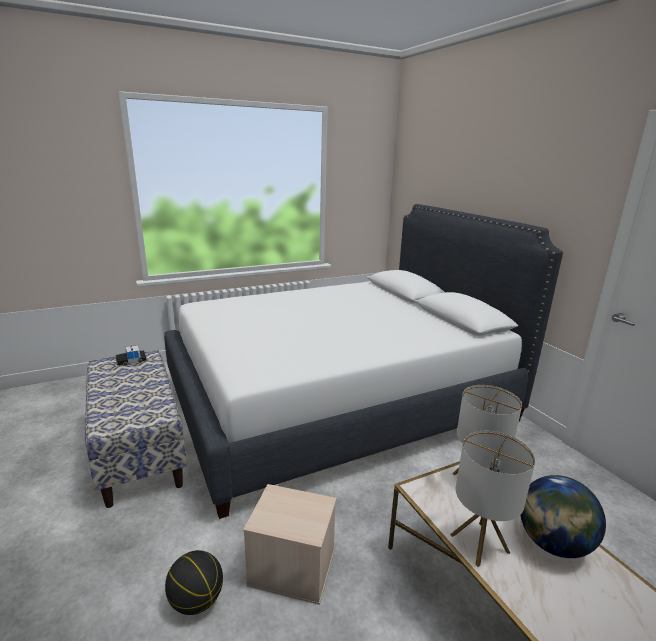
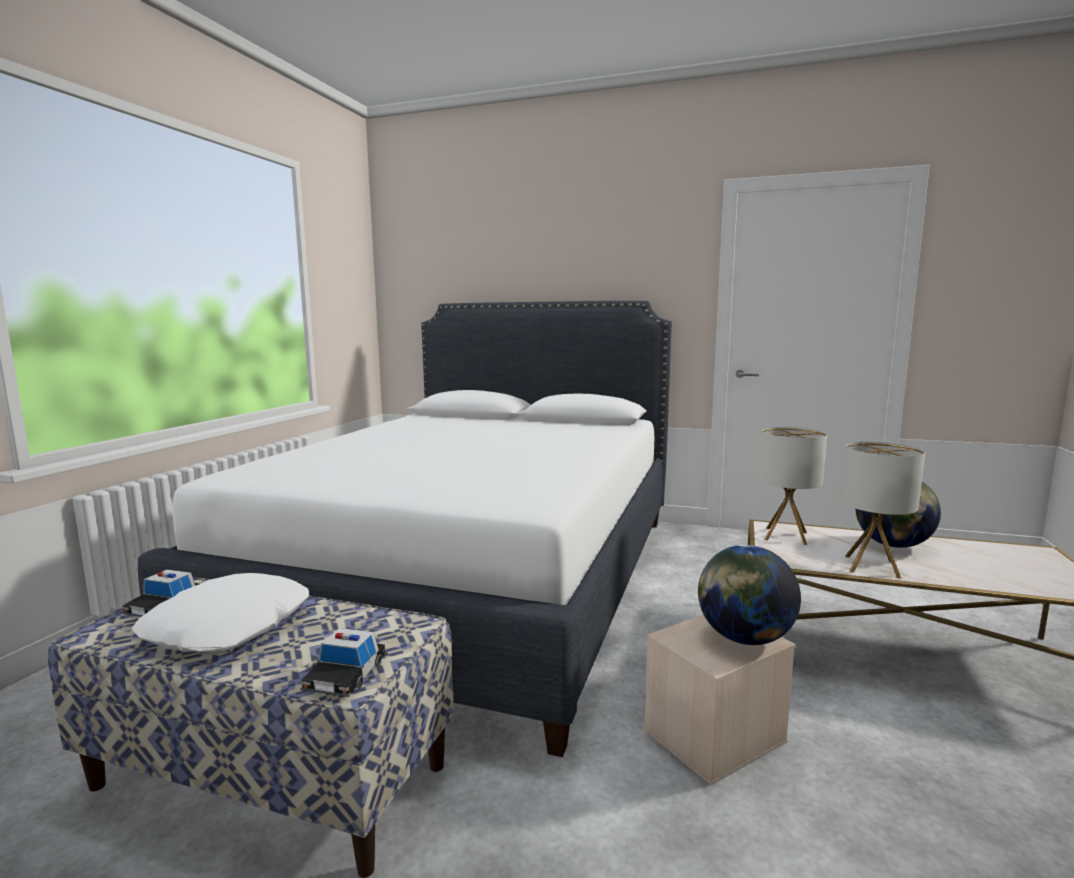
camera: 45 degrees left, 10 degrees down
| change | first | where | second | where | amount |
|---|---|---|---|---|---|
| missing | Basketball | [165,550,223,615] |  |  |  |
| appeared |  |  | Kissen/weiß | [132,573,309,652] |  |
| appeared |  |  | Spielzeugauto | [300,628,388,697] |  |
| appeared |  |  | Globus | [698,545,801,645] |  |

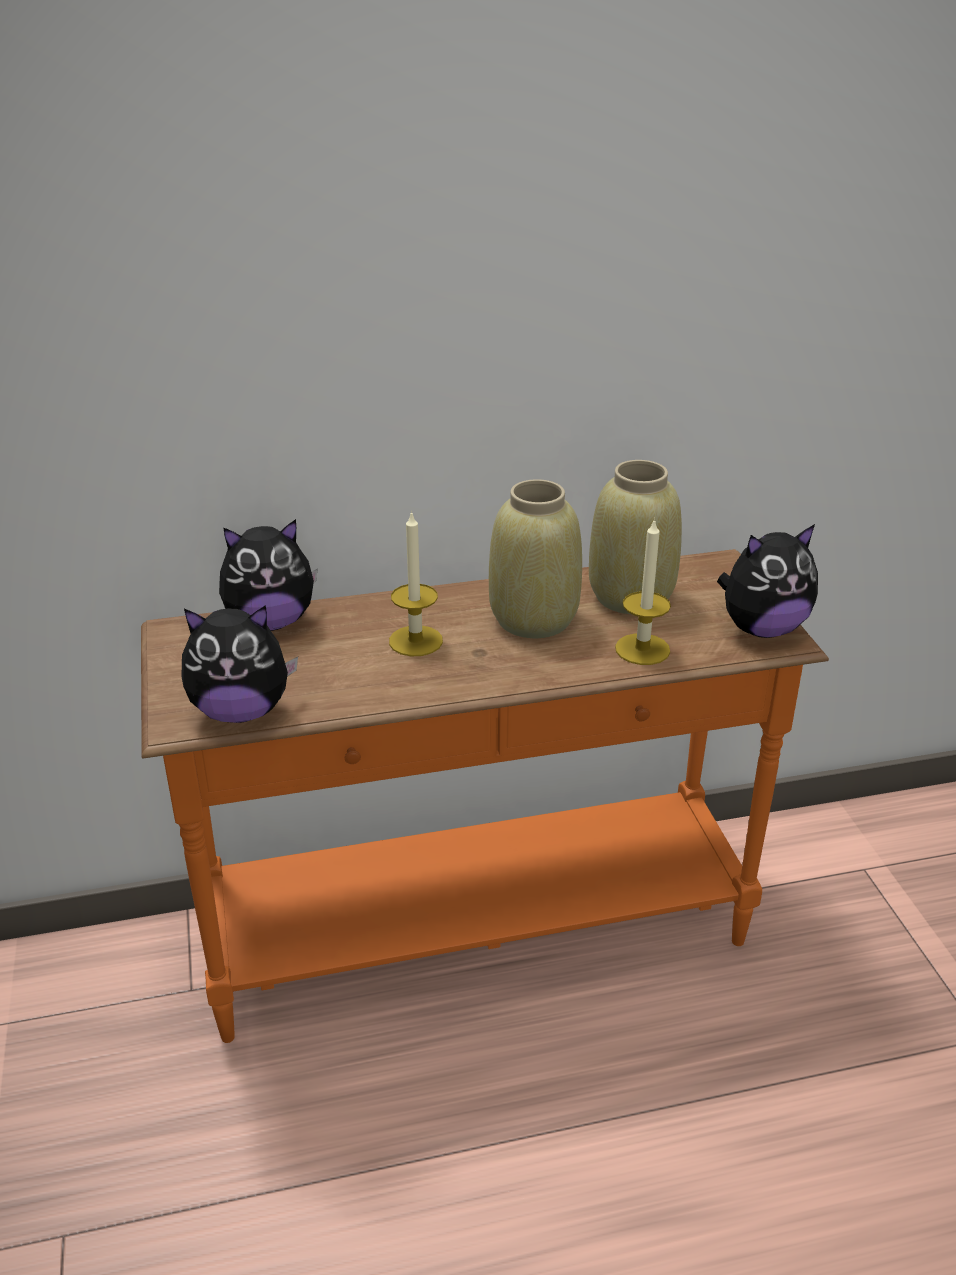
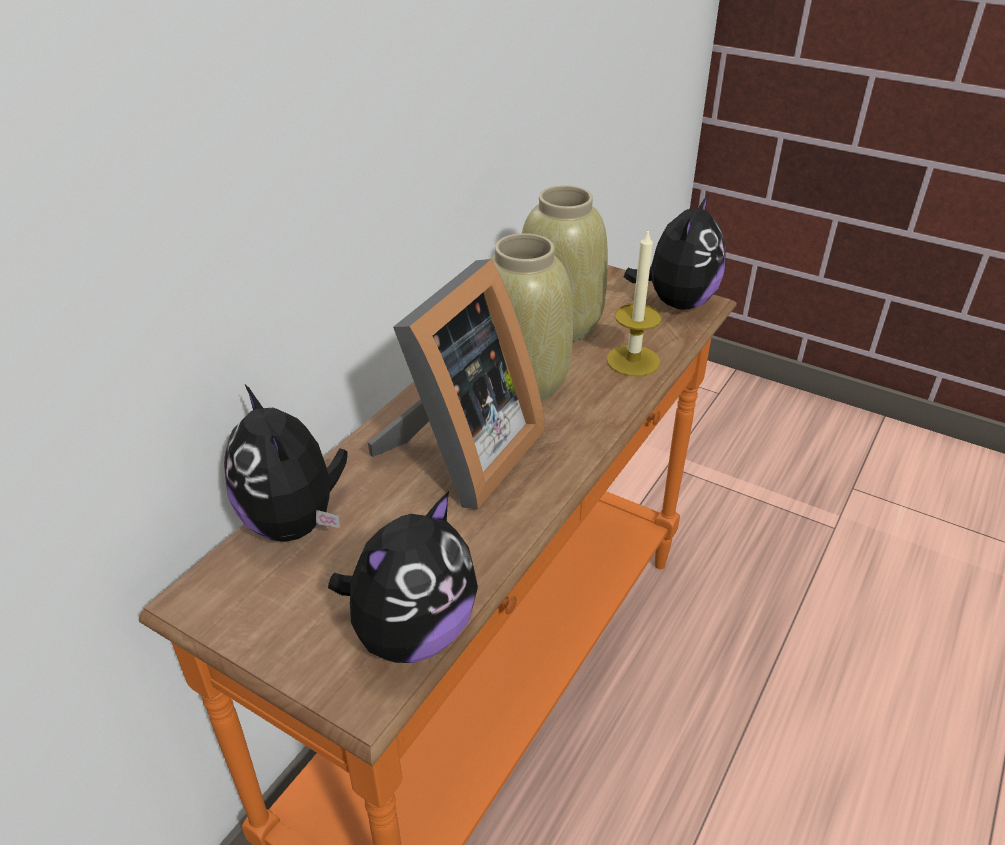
camera: 45 degrees left, 5 degrees up
| change | first | where | second | where | amount |
|---|---|---|---|---|---|
| exchanged | Kerze | [389,510,443,656] | Bilderrahmen | [368,259,545,509] |  |
| spun | Plüschtier | [219,519,318,631] |  | [224,385,348,542] | 120 degrees clockwise |

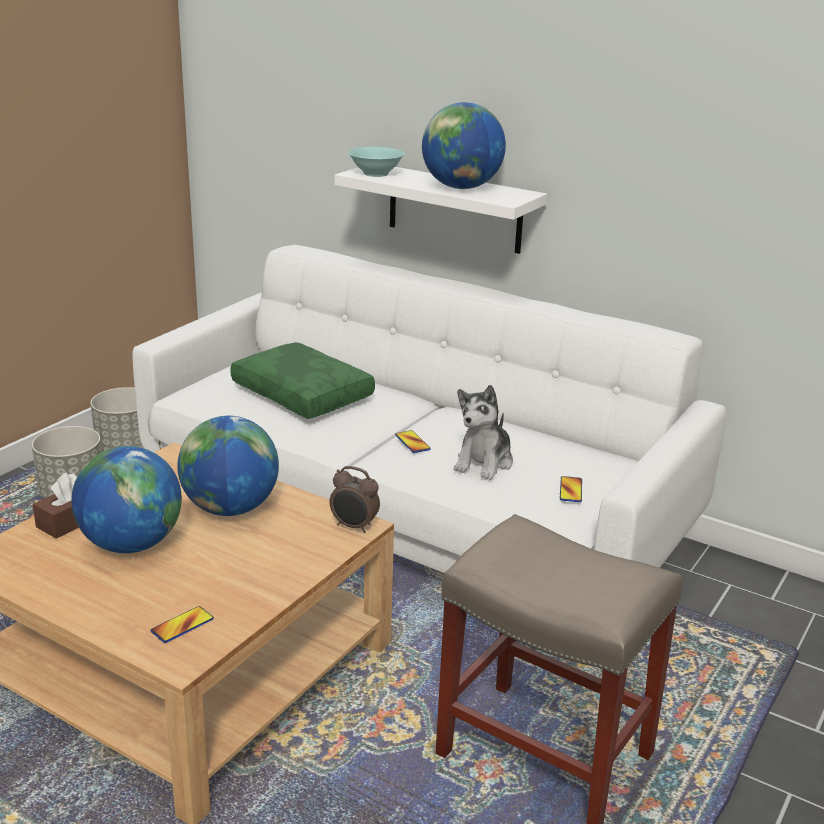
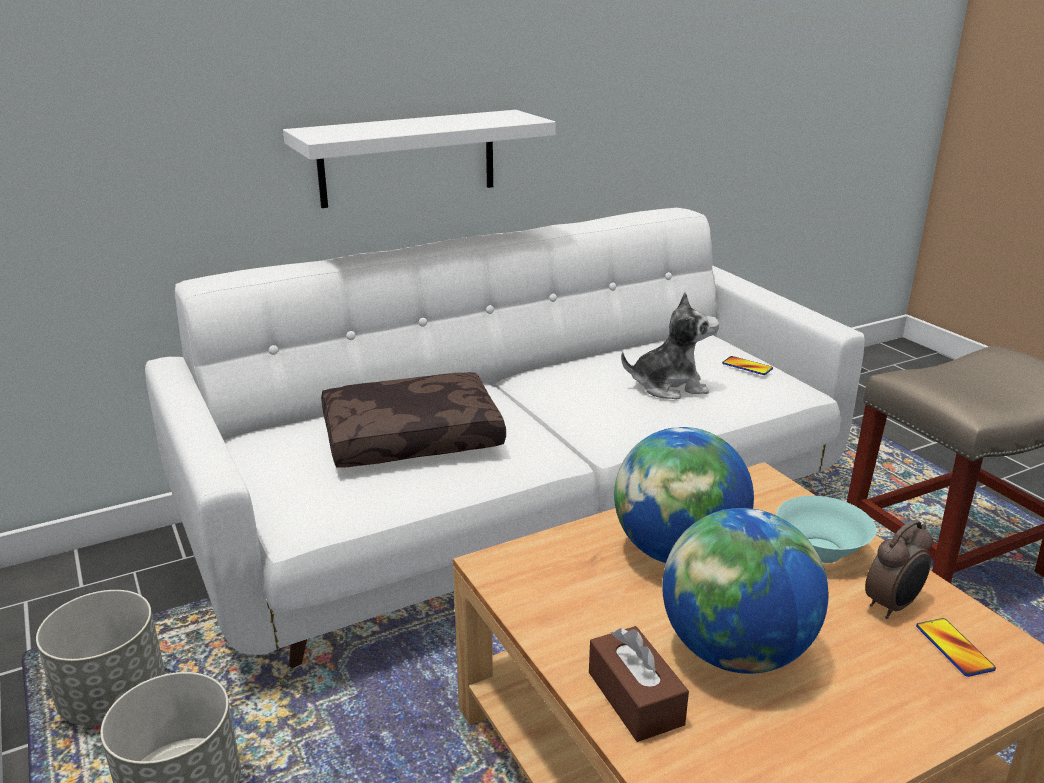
camera: 60 degrees left, 0 degrees up
| change | first | where | second | where | amount |
|---|---|---|---|---|---|
| missing | Handy | [395,430,431,453] |  |  |  |
| missing | Globus | [422,102,506,189] |  |  |  |
| relocated | Wecker | [329,466,380,533] |  | [865,520,933,619] |  |
| relocated | Schüssel/türkis | [348,147,405,177] |  | [776,496,876,563] |  |
| colour | Kissen/grün | [230,342,375,419] | Kissen/braun | [321,372,506,468] |  |
| spun | Plüschtier | [454,385,513,480] |  | [621,292,719,399] | 60 degrees counterclockwise |

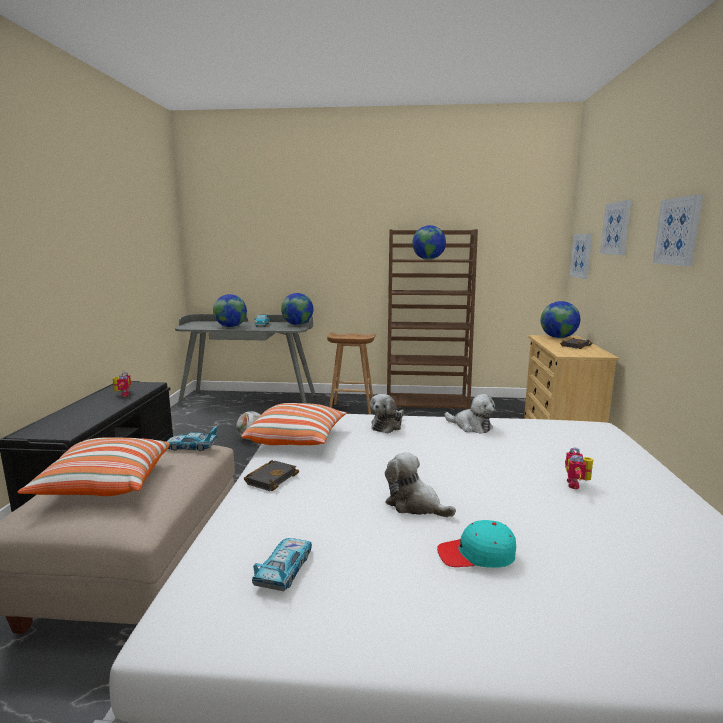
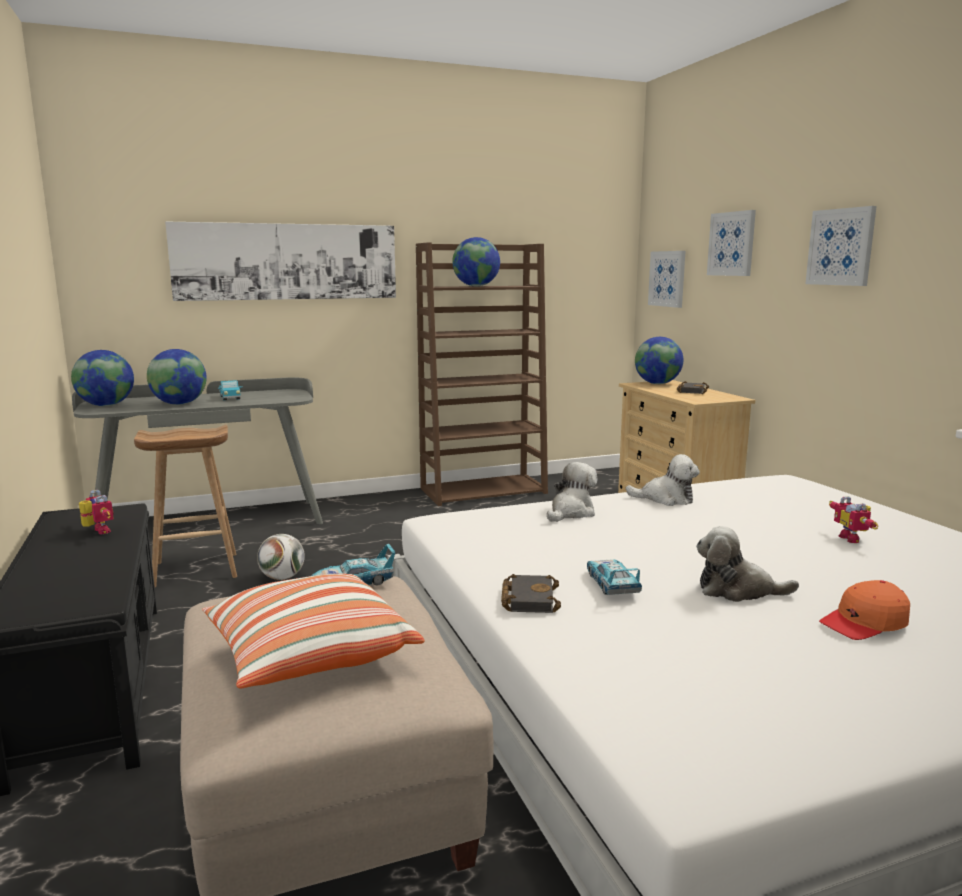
camera: 25 degrees left, 0 degrees up
| change | first | where | second | where | amount |
|---|---|---|---|---|---|
| missing | Kissen | [241,403,347,445] |  |  |  |
| appeared |  |  | Bild | [165,221,396,301] |  |
| relocated | Spielzeugauto | [252,538,312,591] |  | [587,560,642,595] |  |
| relocated | Globus | [281,293,313,325] |  | [71,350,134,406] |  |
| relocated | Hocker/braun | [327,332,376,415] |  | [134,425,237,587] |  |
| colour | Kappe/türkis | [437,520,516,568] | Kappe/orange | [819,580,910,640] |  |
| spun | Plüschtier | [370,394,404,434] |  | [547,462,597,522] | 150 degrees counterclockwise |

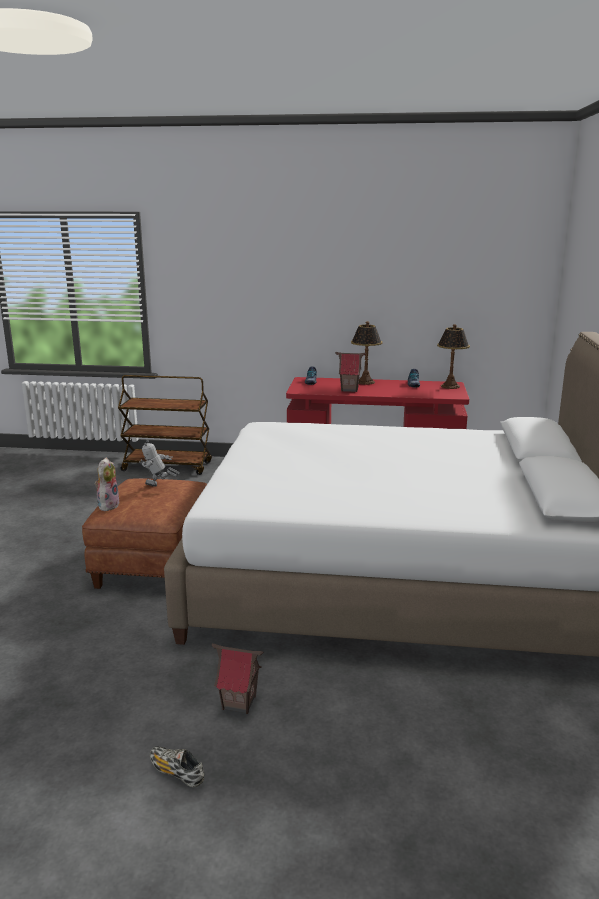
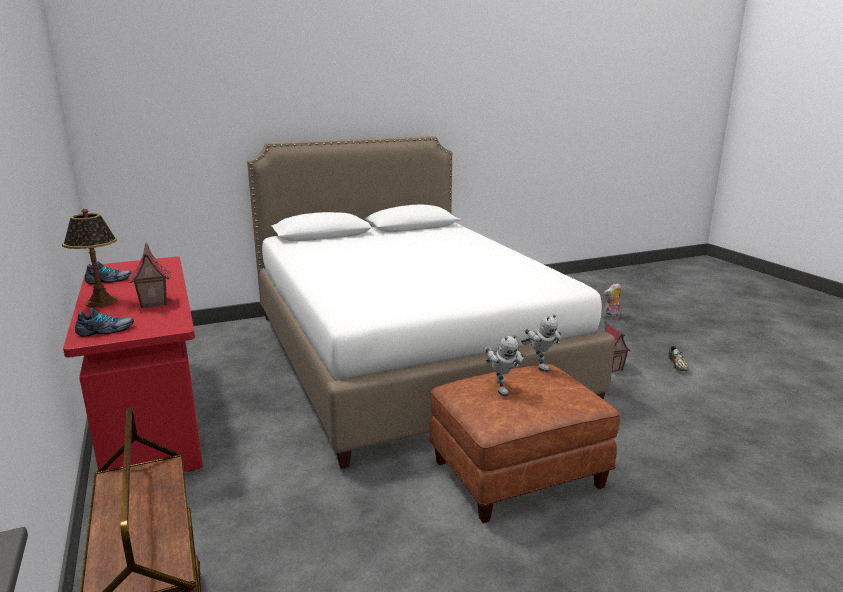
camera: 120 degrees left, 0 degrees up
| change | first | where | second | where | amount |
|---|---|---|---|---|---|
| missing | Tischlampe | [437,324,470,389] |  |  |  |
| appeared |  |  | Spielzeugroboter | [521,314,561,372] |  |
| relocated | Plüschtier | [95,458,119,511] |  | [603,283,622,320] |  |

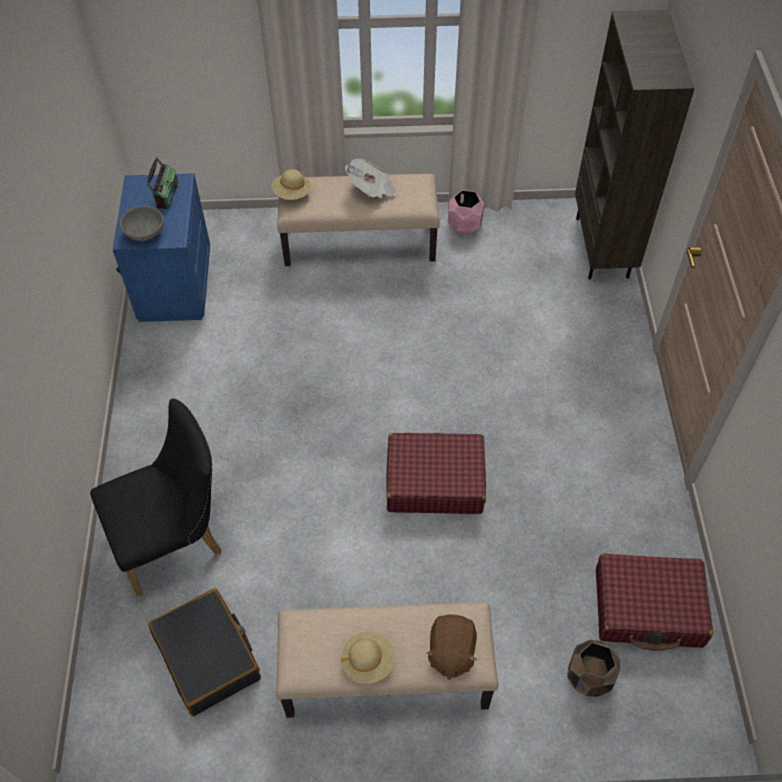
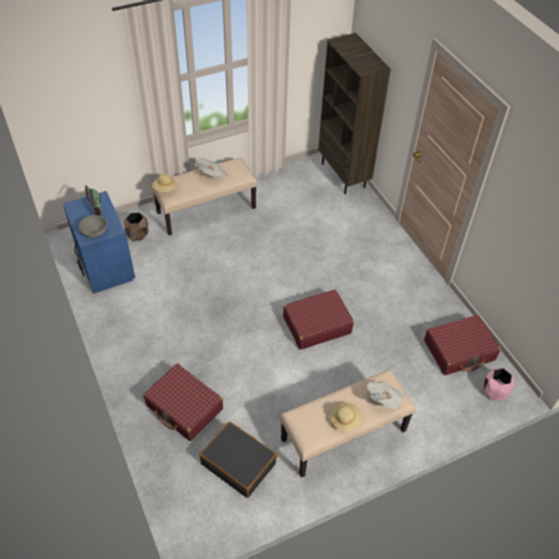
camera: 25 degrees left, 5 degrees down
| change | first | where | second | where | amount |
|---|---|---|---|---|---|
| relocated | Pflanzkübel/rosa | [448,190,484,235] |  | [483,368,515,400] |  |
| relocated | Pflanzkübel/braun | [567,640,620,697] |  | [124,213,149,241] |  |
| exchanged | Stuhl/schwarz | [90,398,221,597] | Koffer/rot | [143,363,223,441] |  |
| exchanged | Plüschtier/braun | [426,614,477,680] | Zeitung | [367,381,405,409] |  |

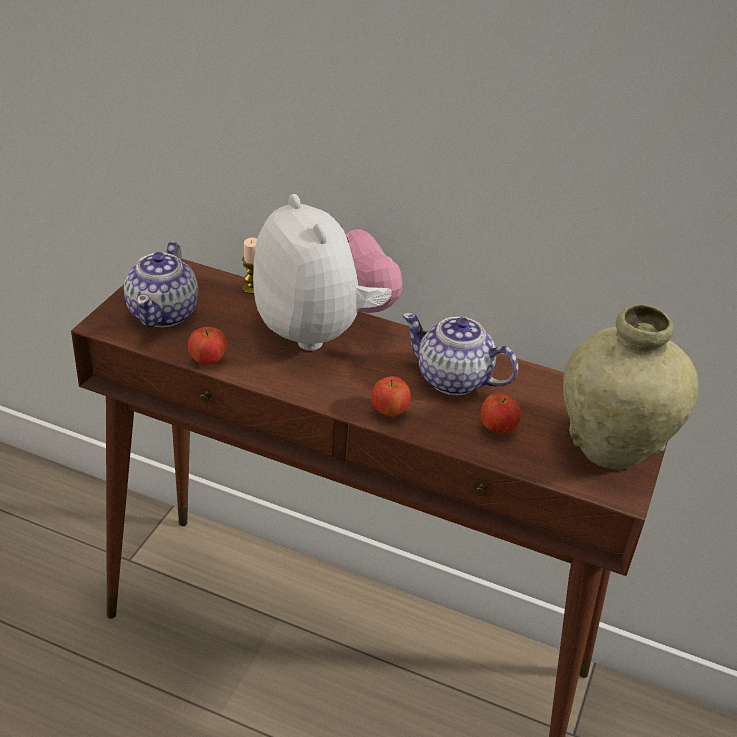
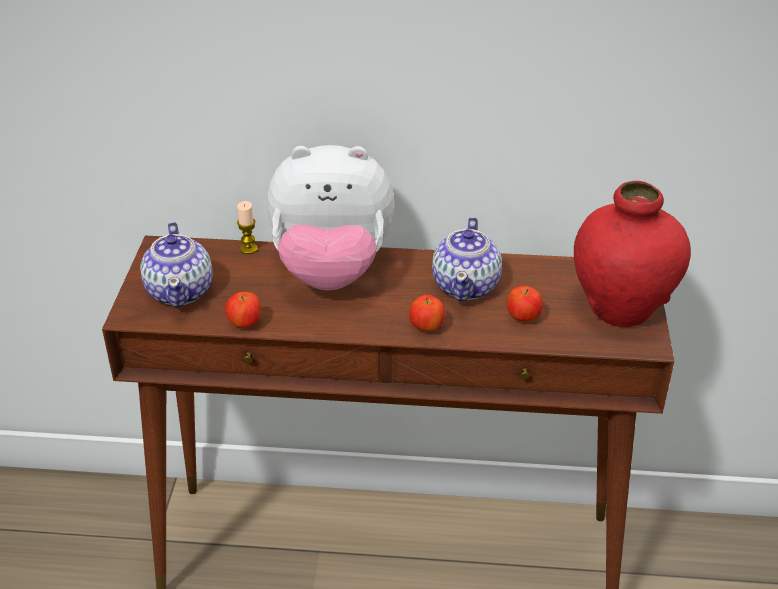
camera: 15 degrees left, 0 degrees up
| change | first | where | second | where | amount |
|---|---|---|---|---|---|
| colour | Vase/beige | [563,305,698,470] | Vase/rot | [574,181,691,327] |  |
| spun | Plüschtier | [253,194,402,351] |  | [267,145,395,291] | 135 degrees clockwise |
| spun | Teekanne | [402,313,519,395] |  | [432,217,502,301] | 90 degrees counterclockwise |

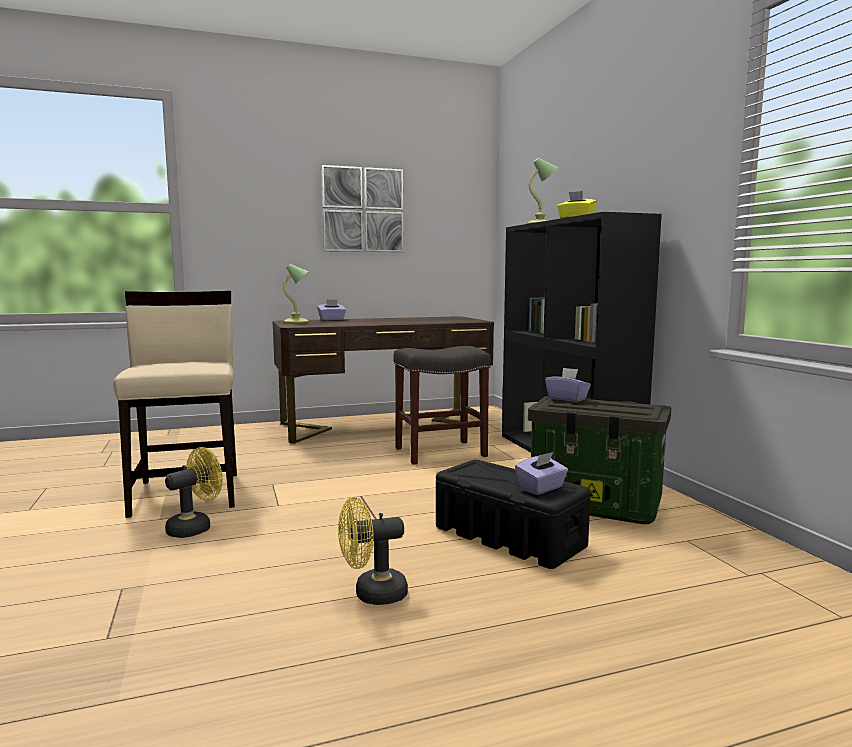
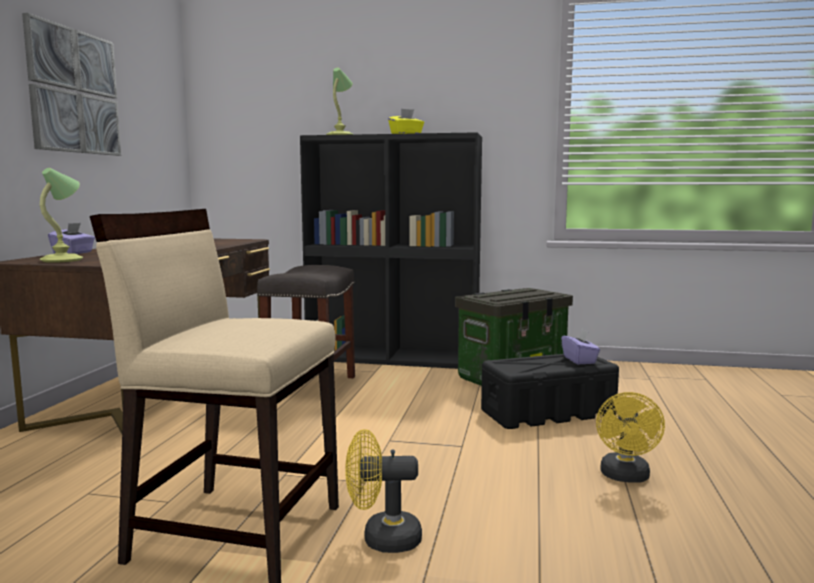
camera: 60 degrees left, 0 degrees up
| change | first | where | second | where | amount |
|---|---|---|---|---|---|
| missing | Taschentuchbox/lila | [545,368,591,402] |  |  |  |
| spun | Ventilator/gelb | [165,447,223,538] |  | [345,429,422,553] | 75 degrees counterclockwise |

